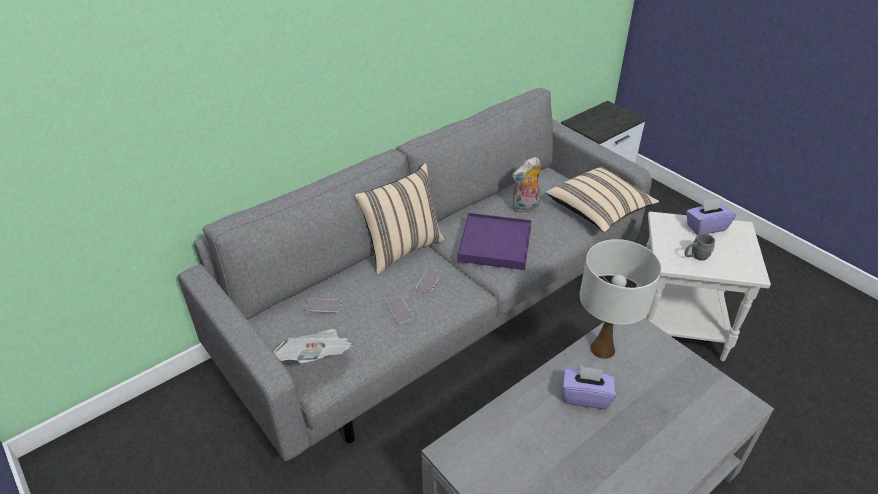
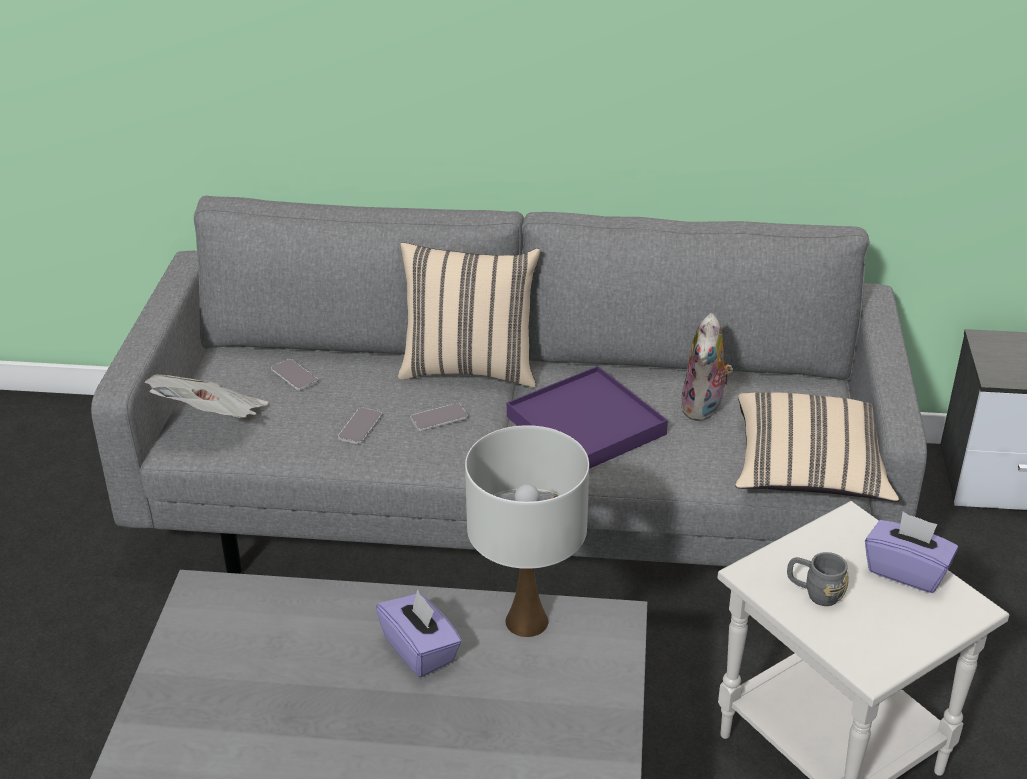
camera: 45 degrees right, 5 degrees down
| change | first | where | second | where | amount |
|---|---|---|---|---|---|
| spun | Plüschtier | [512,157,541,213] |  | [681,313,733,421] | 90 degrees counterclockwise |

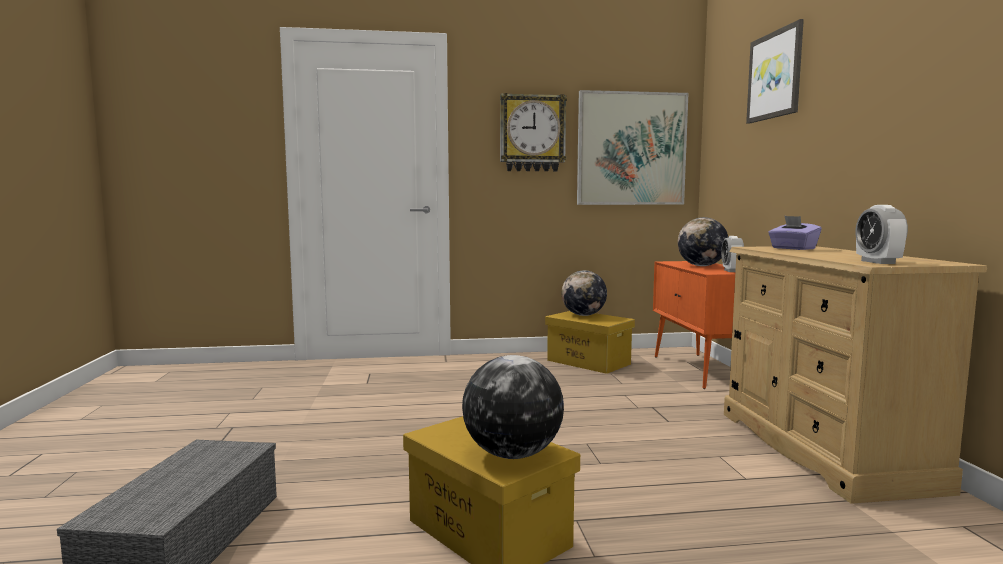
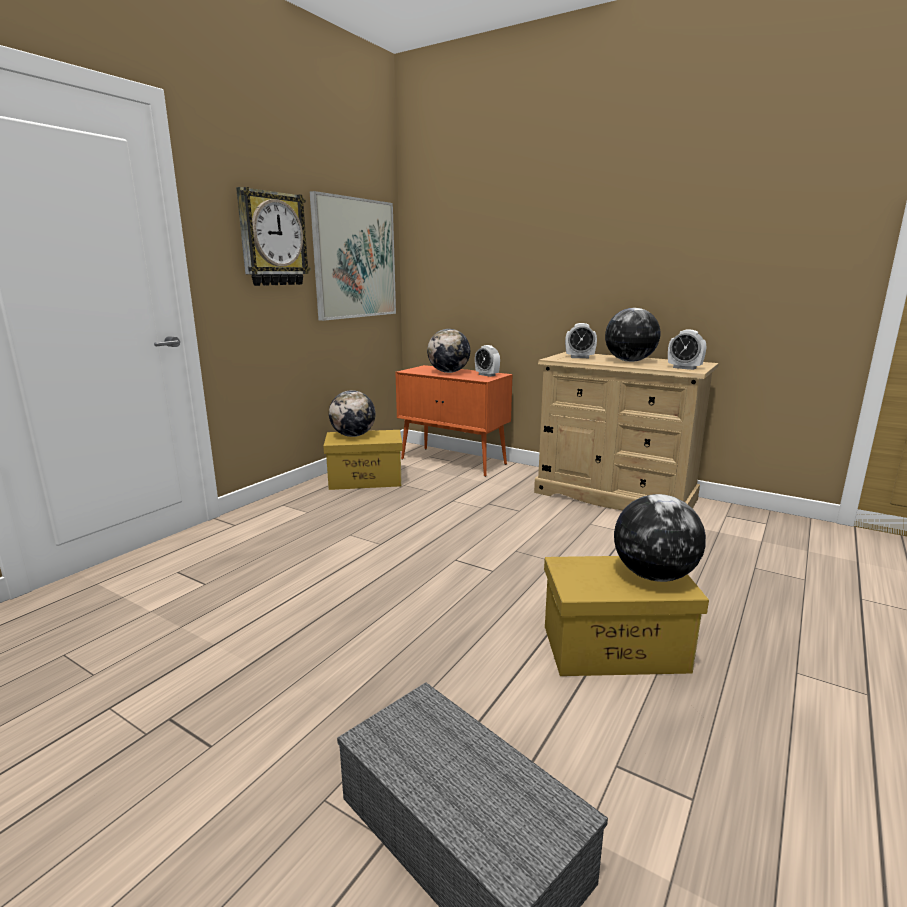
camera: 50 degrees left, 10 degrees up
| change | first | where | second | where | amount |
|---|---|---|---|---|---|
| missing | Bild | [746,19,804,124] |  |  |  |
| appeared |  |  | Globus | [605,308,660,362] |  |
| exchanged | Taschentuchbox/lila | [768,216,822,250] | Wecker | [565,323,597,358] |  |

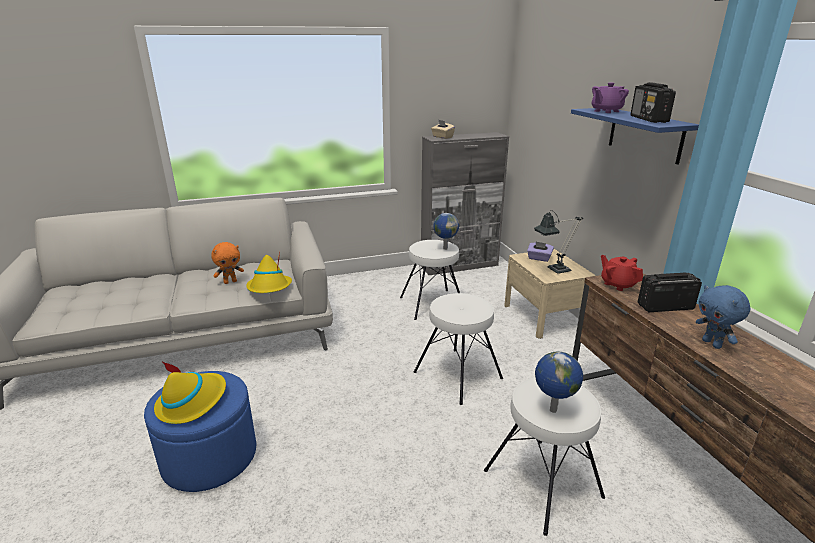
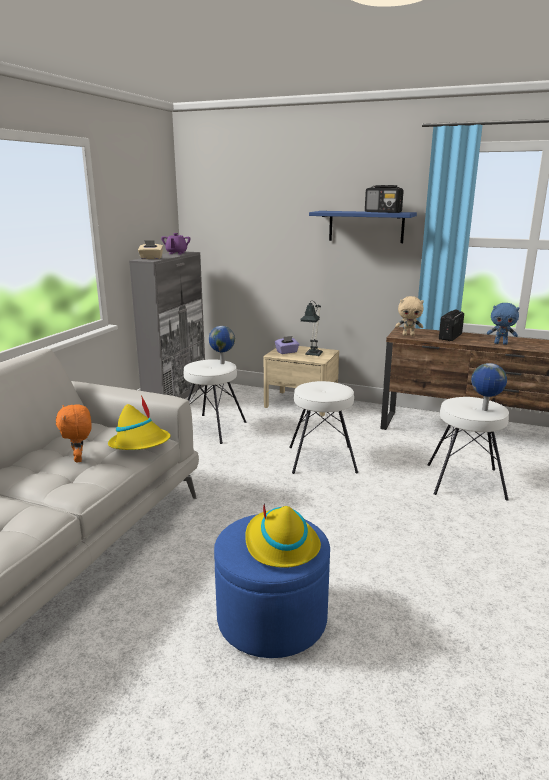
camera: 50 degrees left, 5 degrees down
| change | first | where | second | where | amount |
|---|---|---|---|---|---|
| relocated | Teekanne/lila | [592,83,629,113] |  | [161,233,191,254] |  |
| exchanged | Teekanne/rot | [601,255,643,291] | Plüschtier/beige | [395,296,424,336] |  |
| spun | Plüschtier/orange | [211,242,244,284] |  | [56,404,92,463] | 150 degrees clockwise |

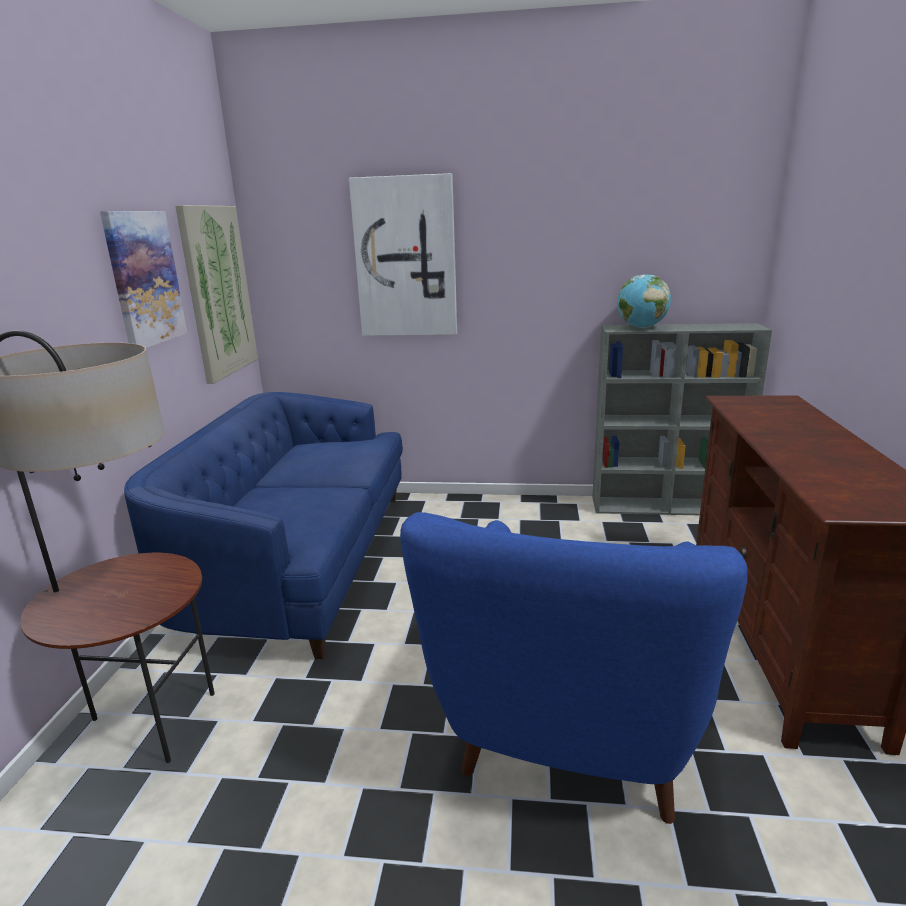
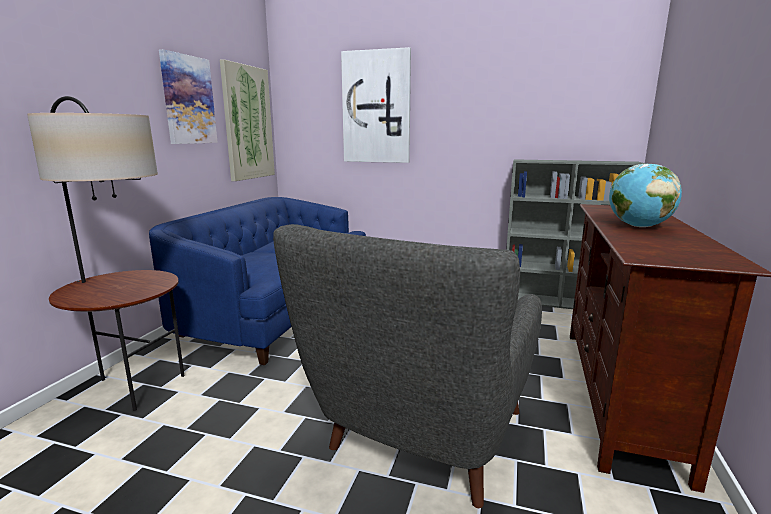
camera: 10 degrees right, 5 degrees down
| change | first | where | second | where | amount |
|---|---|---|---|---|---|
| relocated | Globus | [617,274,671,328] |  | [609,164,682,227] |  |
| colour | Sessel/blau | [400,512,748,824] | Sessel/grau | [273,224,542,508] |  |

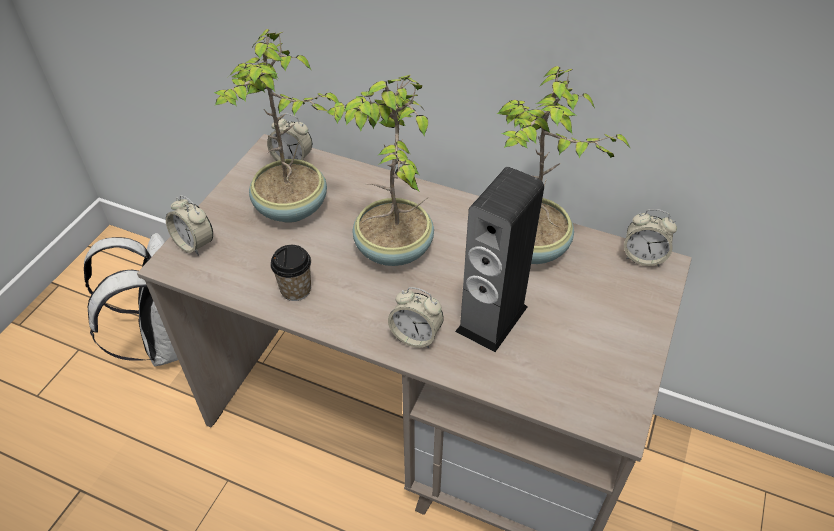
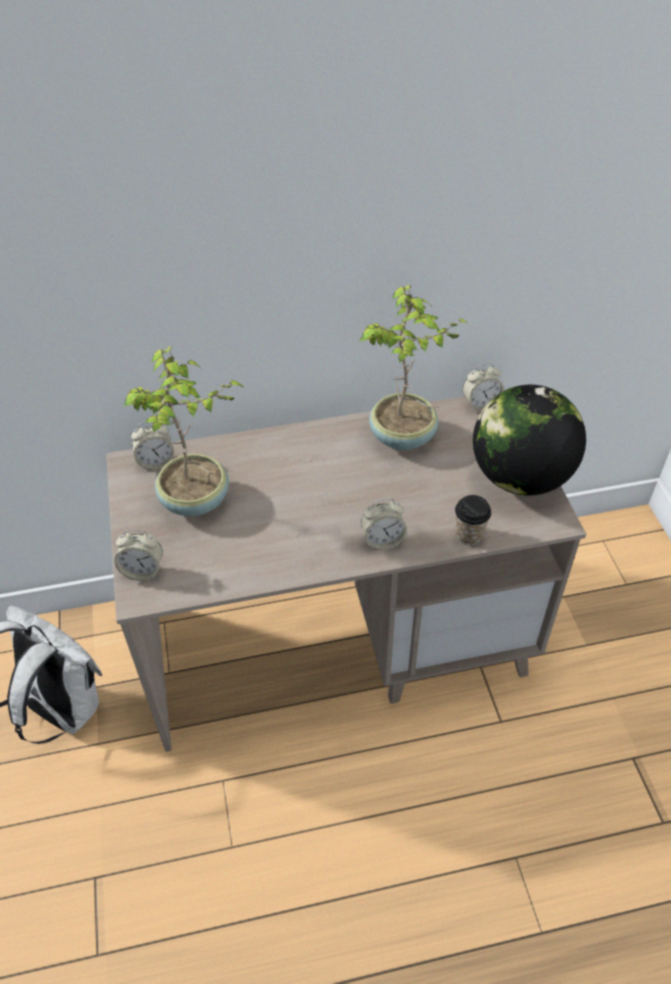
camera: 35 degrees left, 0 degrees up
| change | first | where | second | where | amount |
|---|---|---|---|---|---|
| missing | Topfpflanze | [326,74,434,266] |  |  |  |
| missing | Lautsprecher | [455,167,544,352] |  |  |  |
| appeared |  |  | Globus | [473,385,586,495] |  |
| relocated | Tasse | [270,245,311,301] |  | [455,495,491,545] |  |

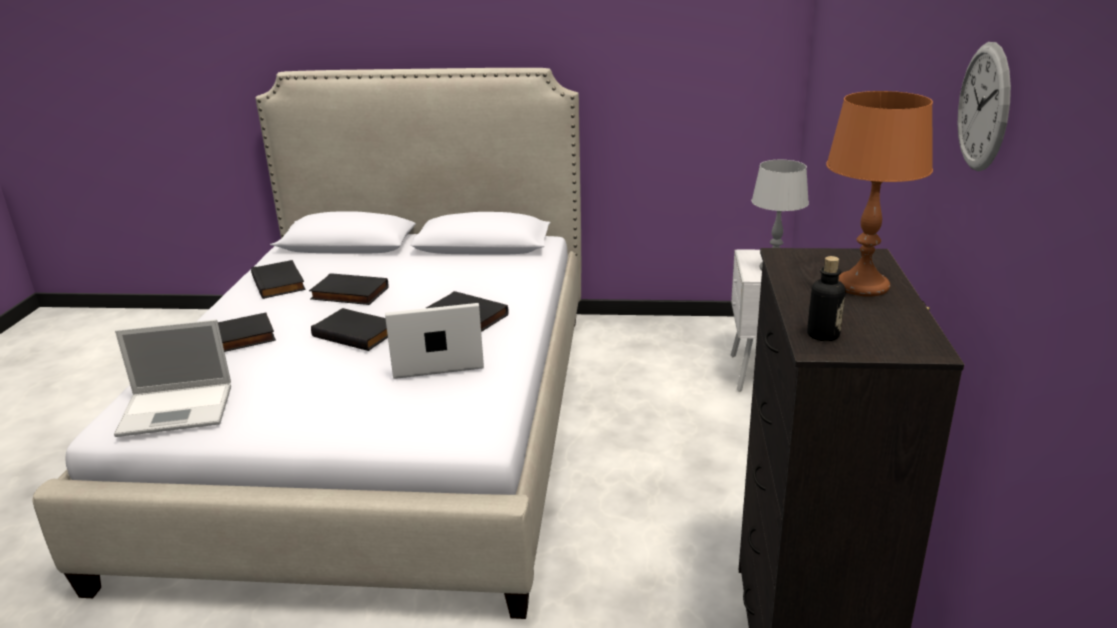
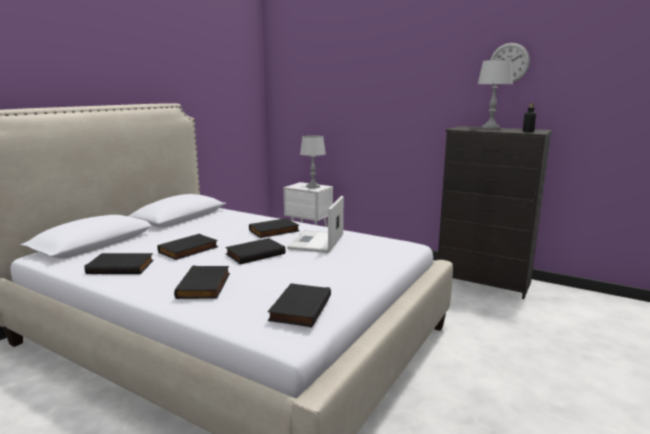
camera: 65 degrees left, 10 degrees down
| change | first | where | second | where | amount |
|---|---|---|---|---|---|
| exchanged | Laptop | [114,319,231,437] | Buch/schwarz | [268,283,331,328] |  |
| colour | Tischlampe/orange | [826,91,933,297] | Tischlampe/grau | [478,60,513,129] |  |

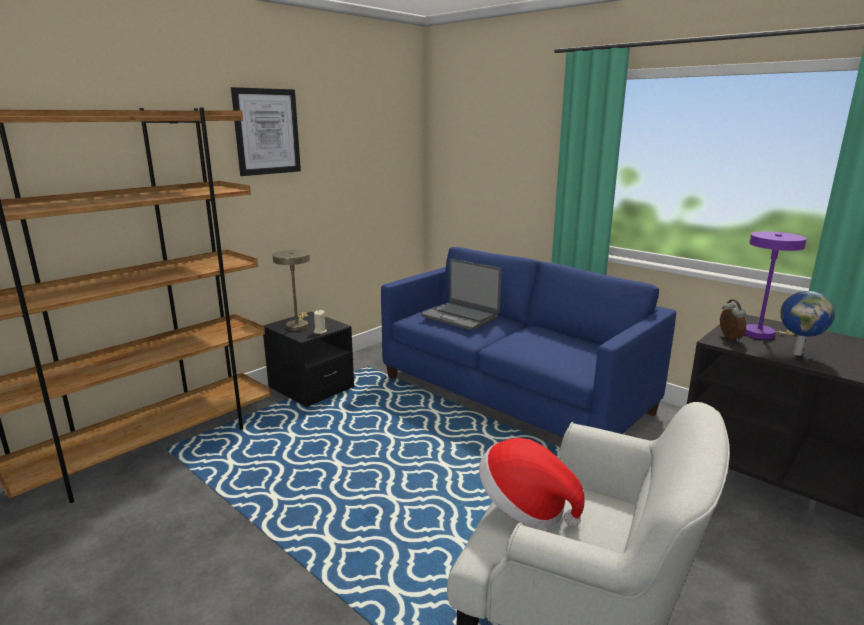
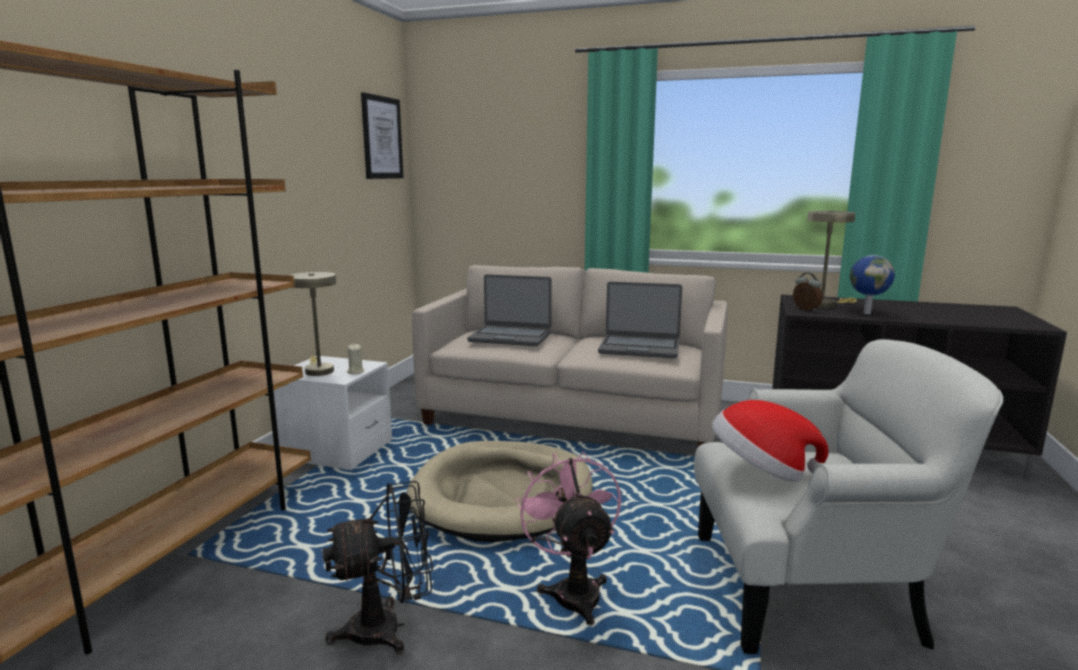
camera: 25 degrees left, 5 degrees down
| change | first | where | second | where | amount |
|---|---|---|---|---|---|
| appeared |  |  | Ventilator/schwarz | [322,481,433,654] |  |
| appeared |  |  | Hundebett/beige | [407,441,593,542] |  |
| appeared |  |  | Ventilator/rosa | [516,451,621,626] |  |
| appeared |  |  | Laptop | [598,282,682,358] |  |
| relocated | Bild | [231,87,301,176] |  | [361,92,404,179] |  |
| colour | Nachttisch/schwarz | [263,312,354,407] | Nachttisch/weiß | [274,356,392,470] |  |
| colour | Sofa/blau | [381,247,676,437] | Sofa/beige | [412,265,728,447] |  |
| colour | Tischlampe/lila | [745,231,807,340] | Tischlampe/beige | [807,210,857,308] |  |

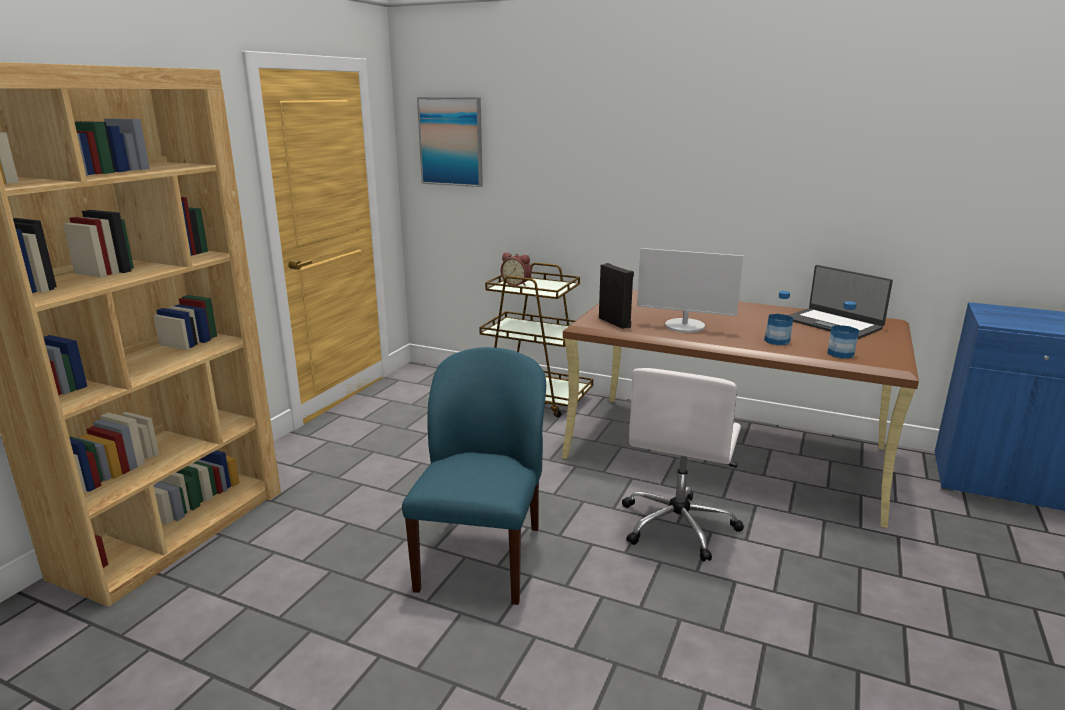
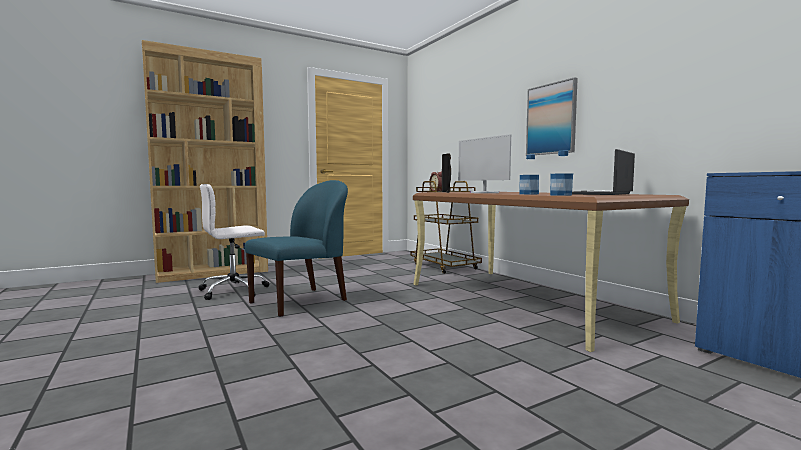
camera: 35 degrees right, 15 degrees down
| change | first | where | second | where | amount |
|---|---|---|---|---|---|
| relocated | Bild | [417,97,483,187] |  | [526,77,578,155] |  |
| relocated | Bürostuhl/weiß | [622,368,744,562] |  | [199,184,270,300] |  |
| spun | Laptop | [788,265,893,339] |  | [572,149,635,195] | 45 degrees clockwise |

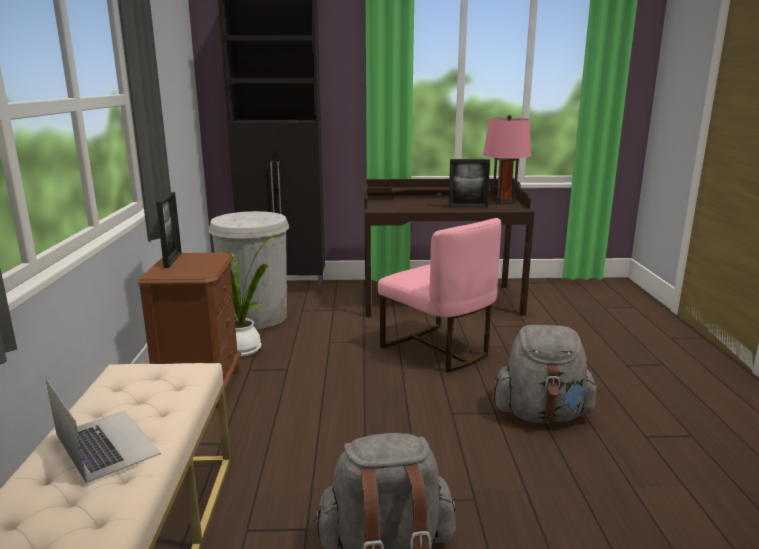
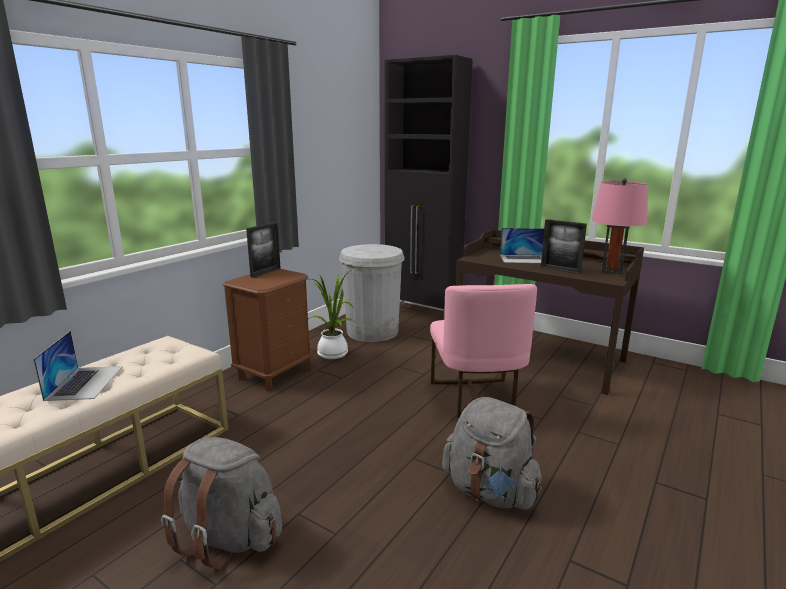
camera: 35 degrees right, 0 degrees up
| change | first | where | second | where | amount |
|---|---|---|---|---|---|
| appeared |  |  | Laptop | [500,228,544,263] |  |

